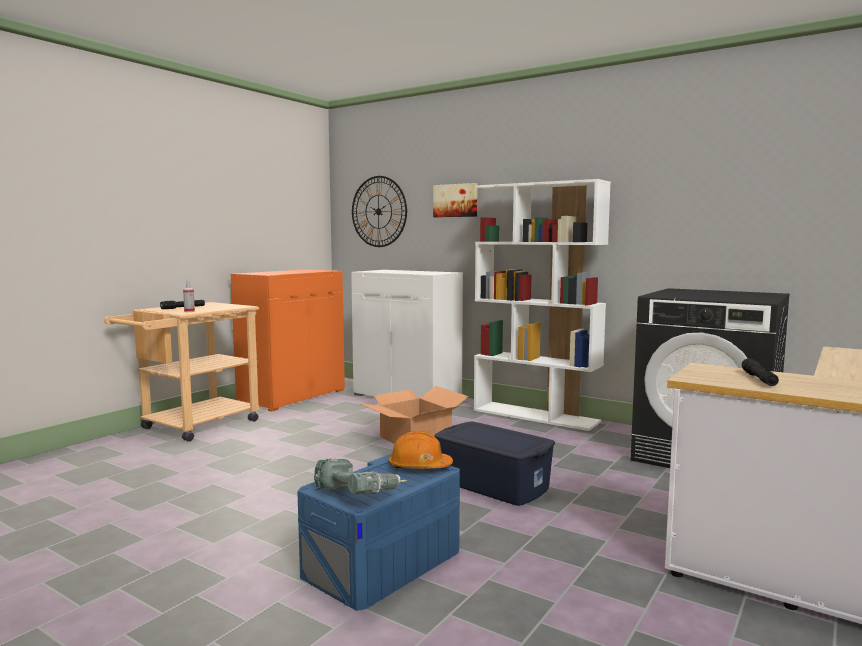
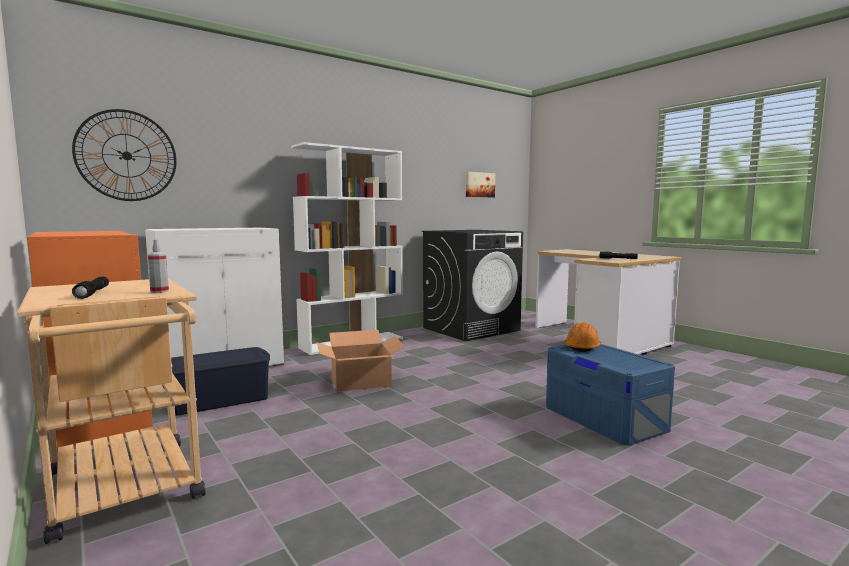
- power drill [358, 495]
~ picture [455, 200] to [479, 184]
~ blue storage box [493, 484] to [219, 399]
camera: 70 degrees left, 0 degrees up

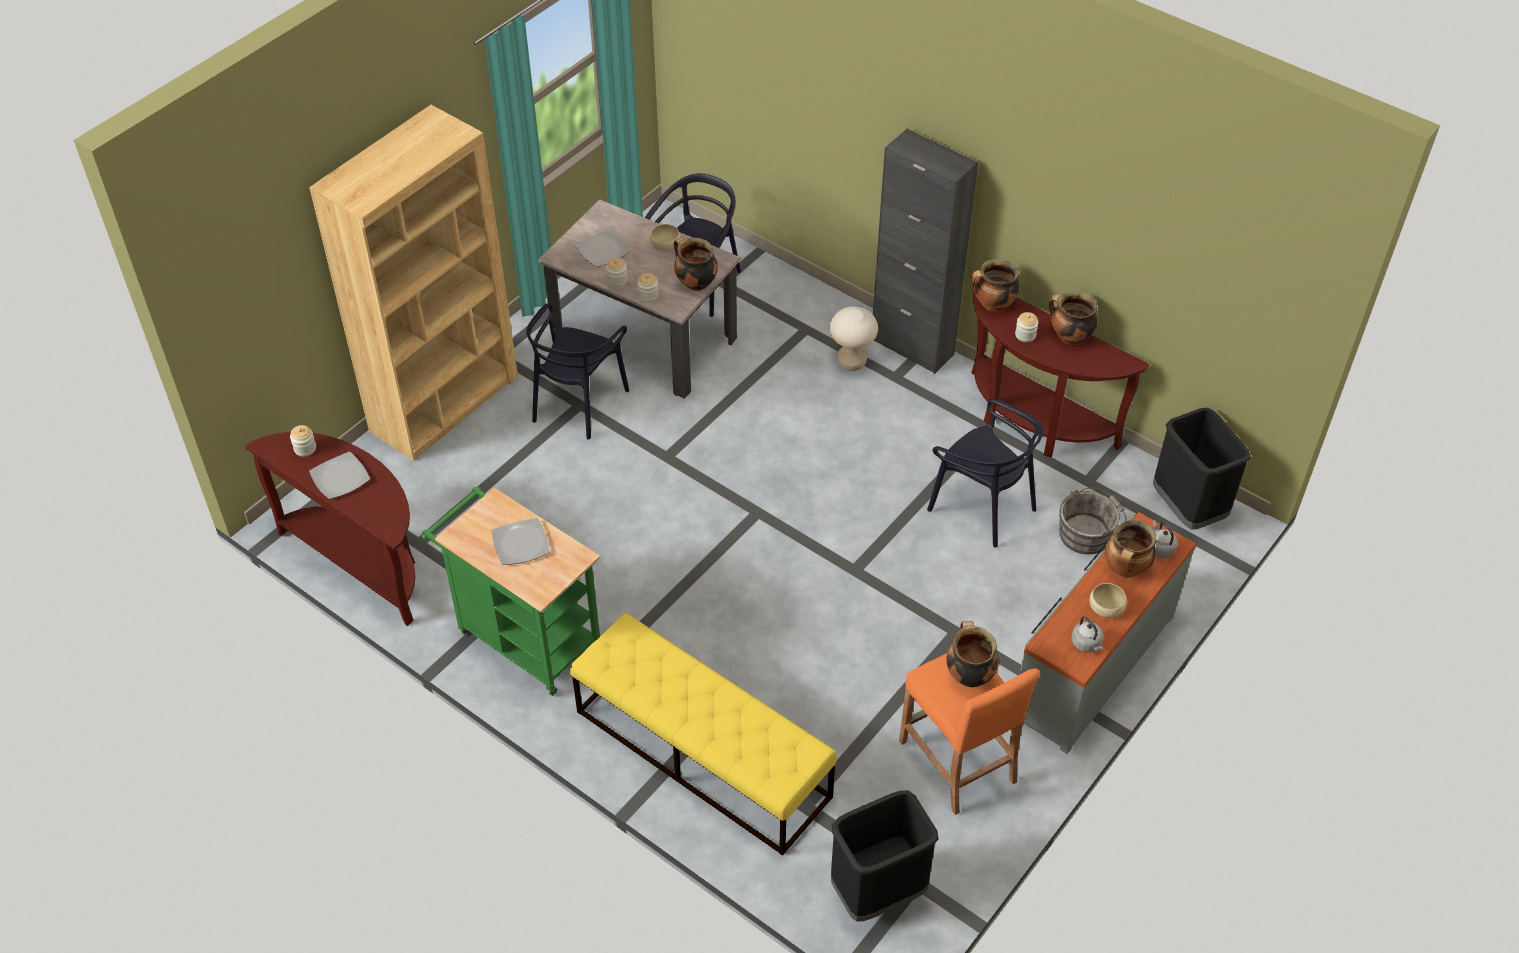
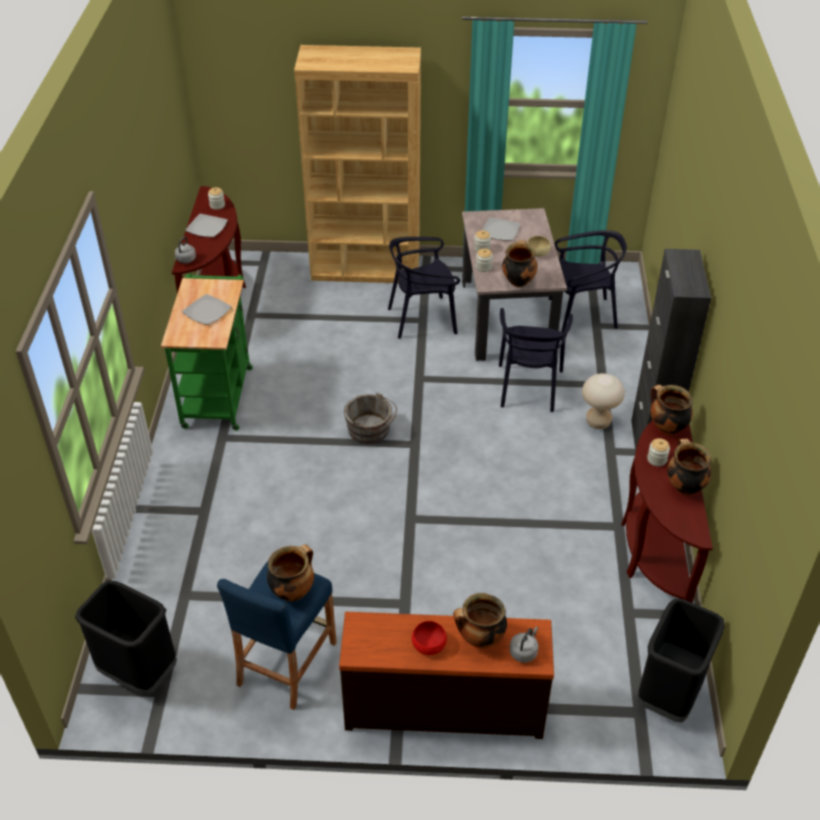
- yellow bench [701, 753]
~ black chair [982, 507] to [528, 387]
~ grey bucket [1088, 533] to [371, 430]
~ grey kettle [1087, 644] to [185, 260]
~ orange stool [957, 761] to blue stool [286, 663]
~ grey dresser [1091, 665] to brown dresser [444, 705]
~ beige bowl [1106, 607] to red bowl [429, 644]
camera: 55 degrees right, 5 degrees down

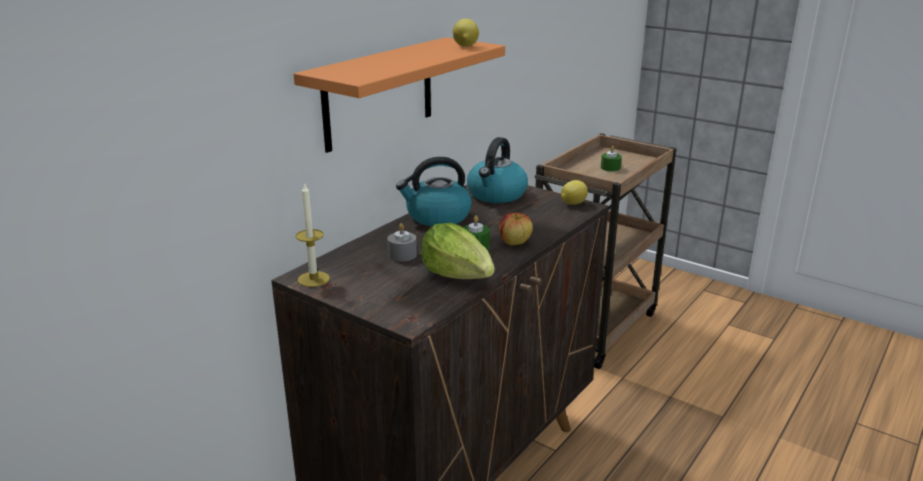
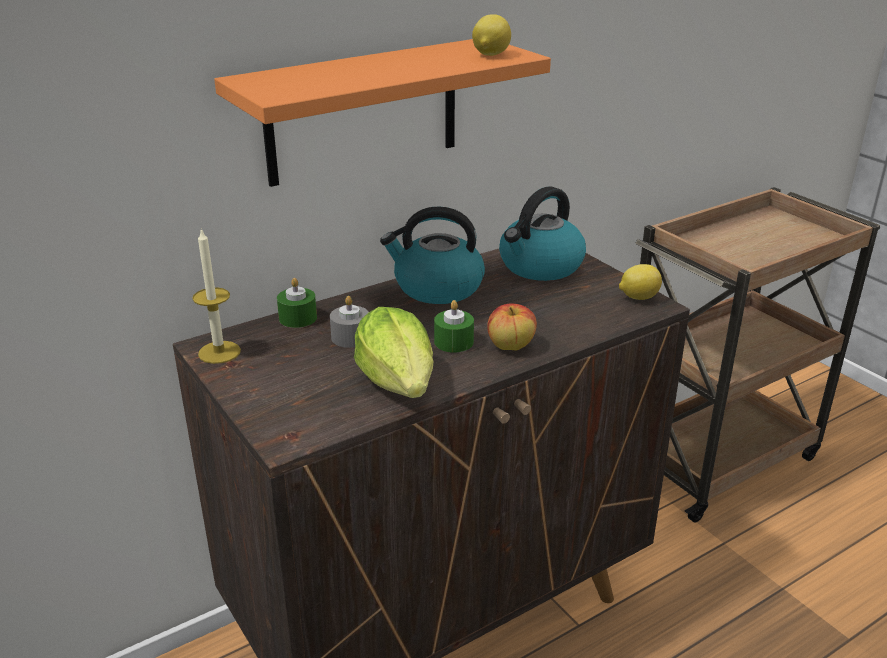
~ green candle [610, 168] to [298, 318]
camera: 20 degrees right, 5 degrees up

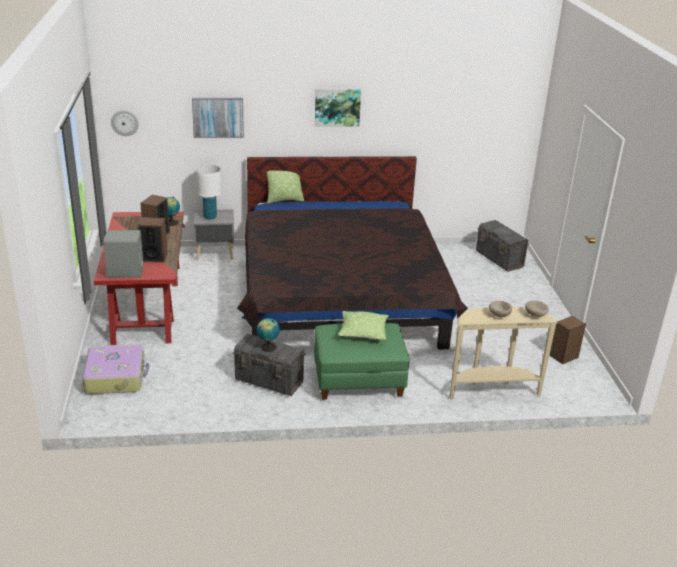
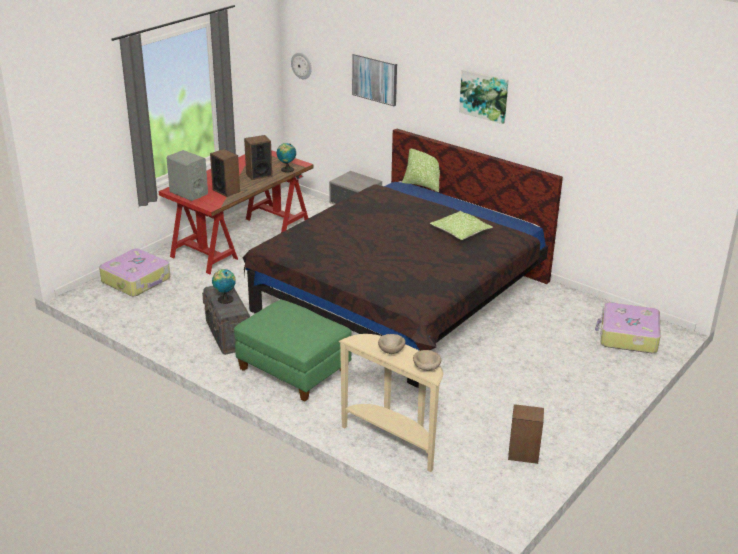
- white table lamp [210, 217]
~ pillow [363, 332] to [460, 232]
~ grey storage box [499, 259] to suitcase [627, 336]
camera: 45 degrees right, 0 degrees up

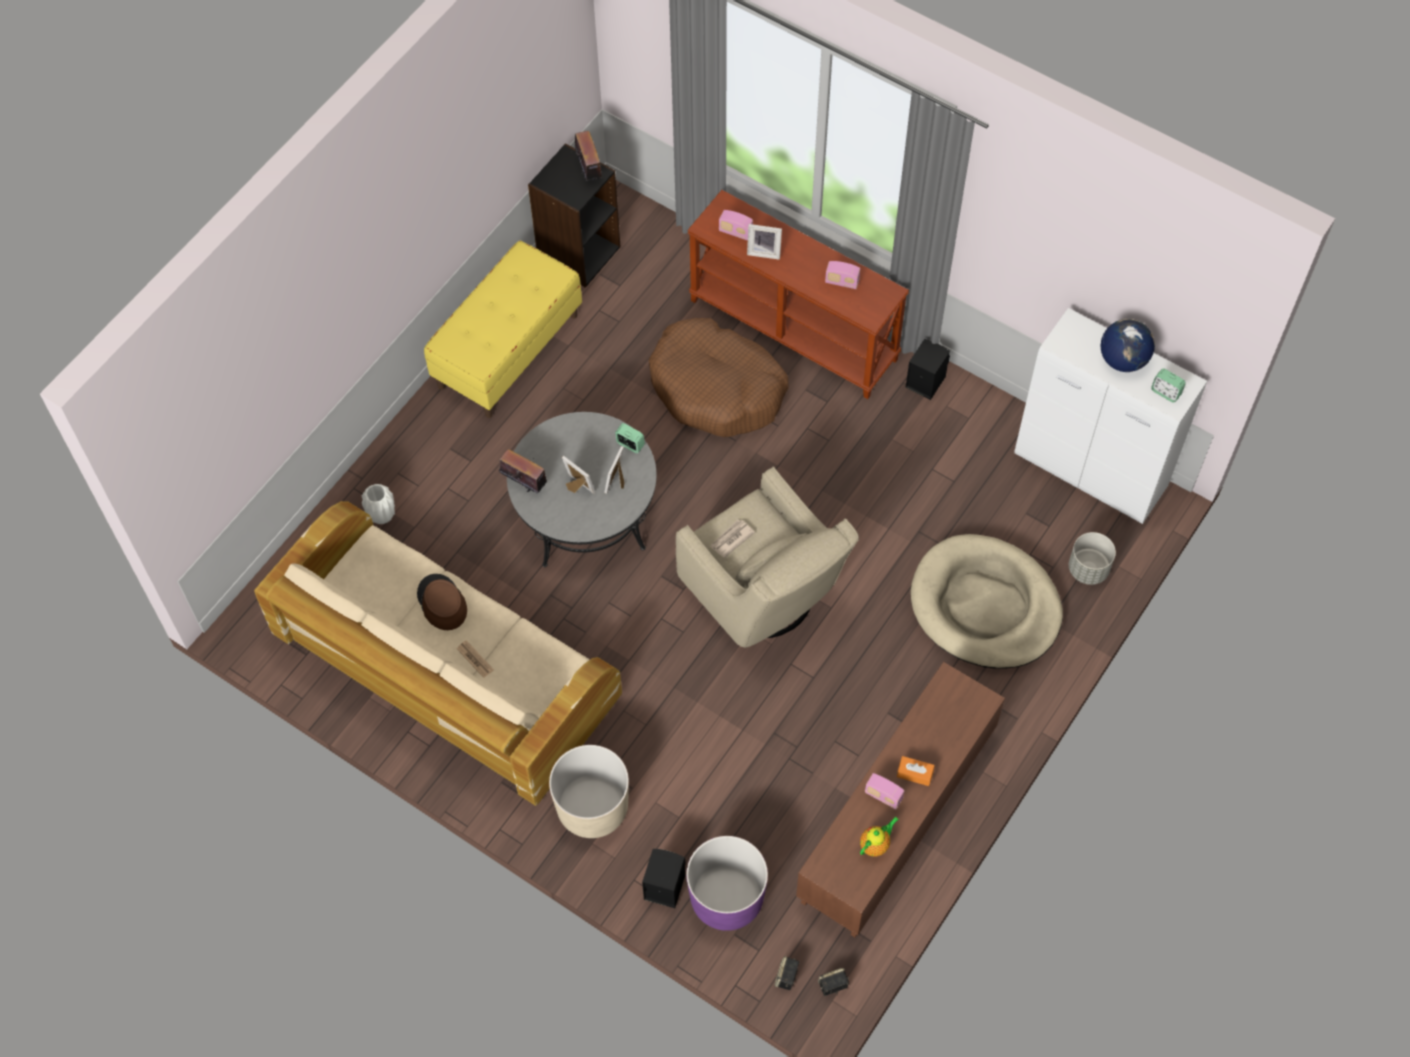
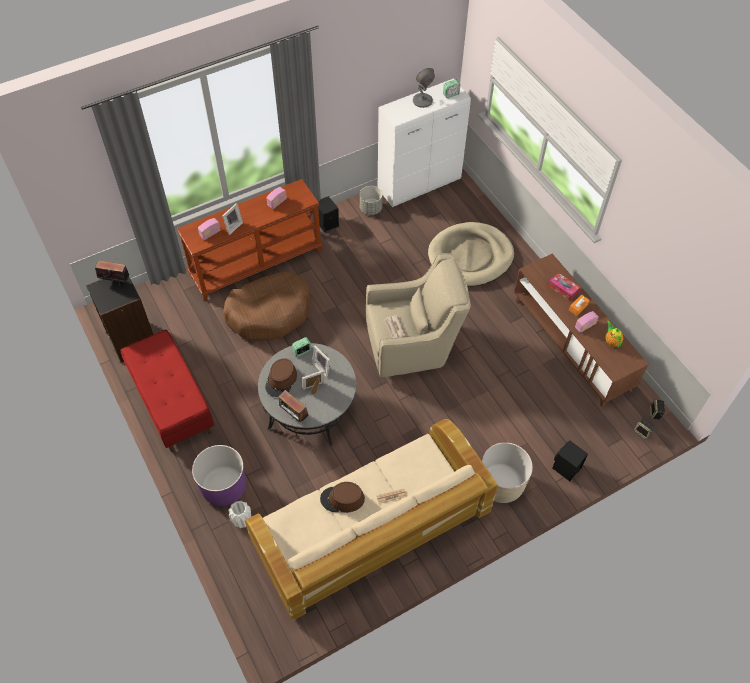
+ brown hat [281, 380]
+ tissue box [563, 289]
~ purple planter [726, 898] to [224, 487]
~ grey planter [1088, 569] to [370, 208]
~ globe [1123, 359] to grey table lamp [422, 100]
~ yellow bench [508, 350] to red bench [172, 403]
~ radio [524, 483] = [294, 415] 105 degrees counterclockwise
camera: 65 degrees left, 5 degrees down

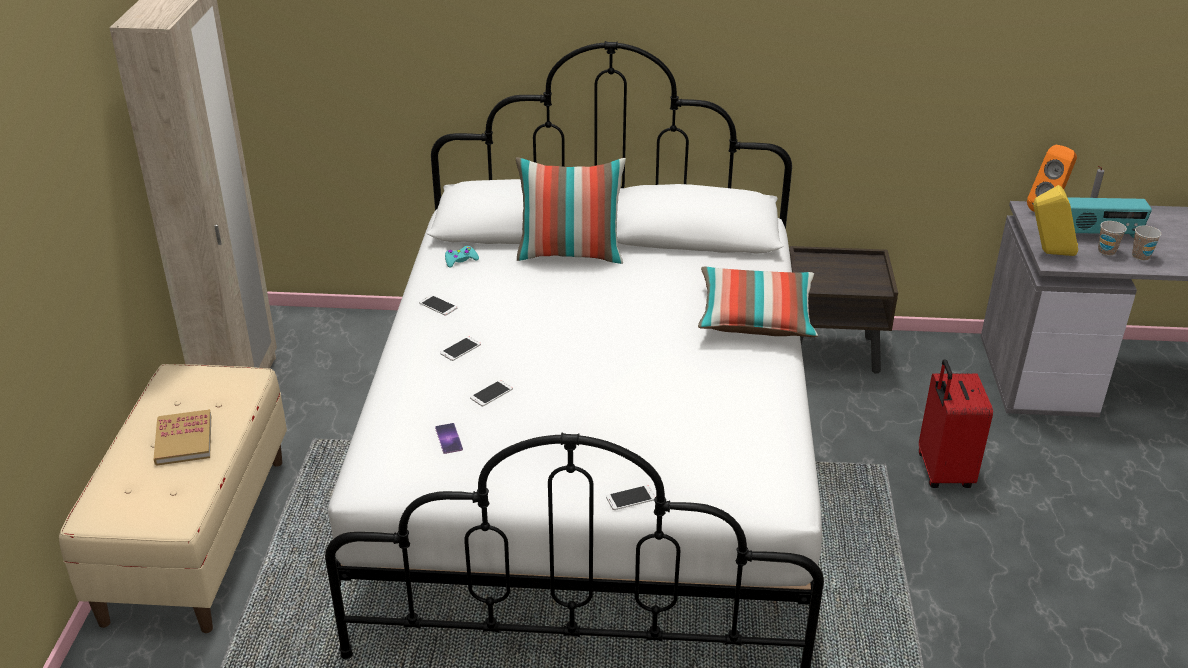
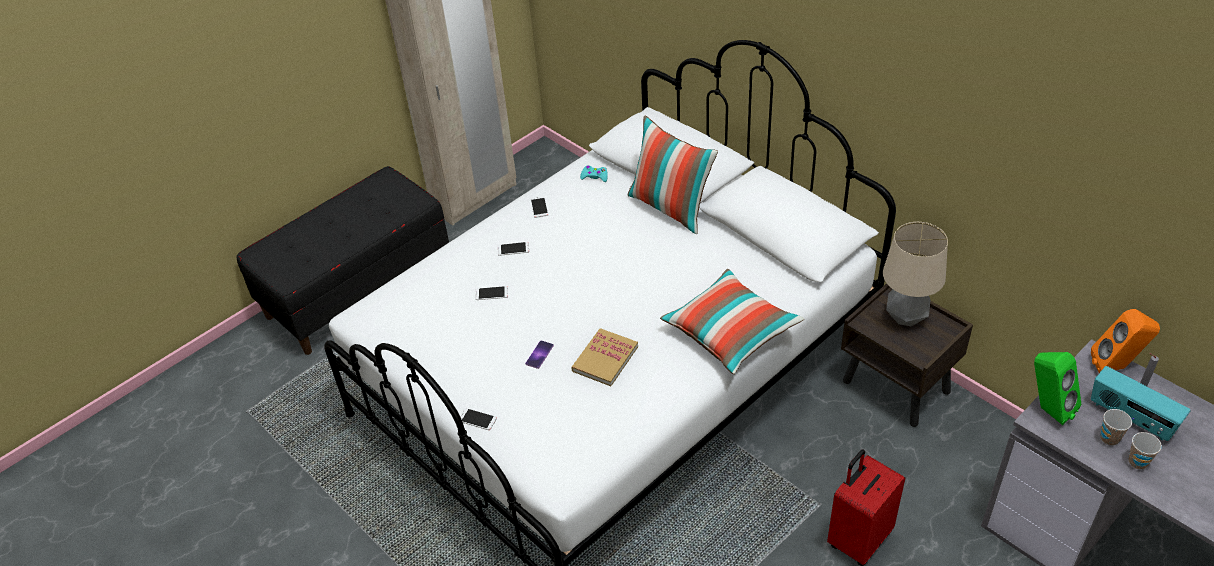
+ table lamp [905, 318]
~ book [184, 440] to [605, 359]
~ phone [448, 438] to [539, 354]
~ beige bench [196, 537] to black bench [358, 289]
~ yellow speaker [1048, 253] to green speaker [1047, 409]
camera: 45 degrees right, 10 degrees up

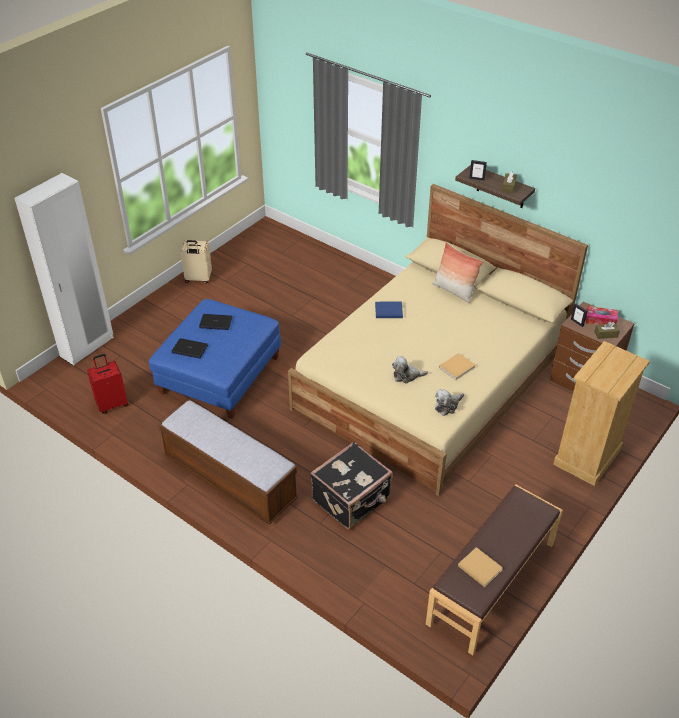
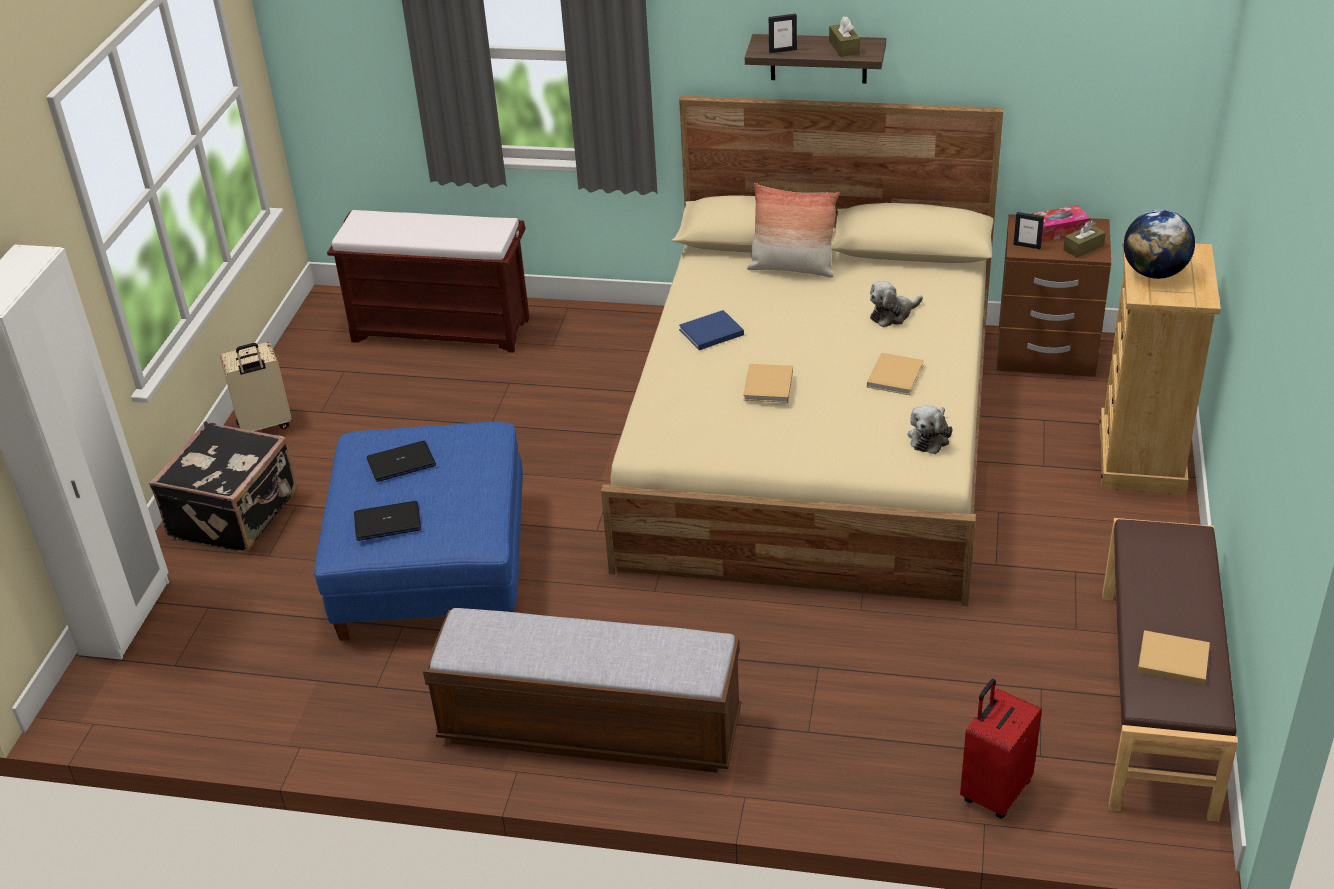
+ brown bench [442, 329]
+ beige book [768, 386]
+ globe [1154, 273]
~ red suitcase [112, 404] to [994, 791]
~ black suitcase [352, 499] to [236, 515]
~ plush toy [406, 376] to [892, 314]
camera: 25 degrees left, 5 degrees down

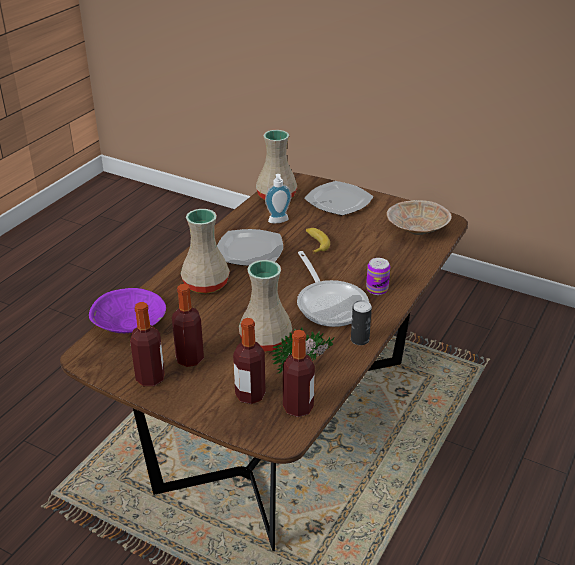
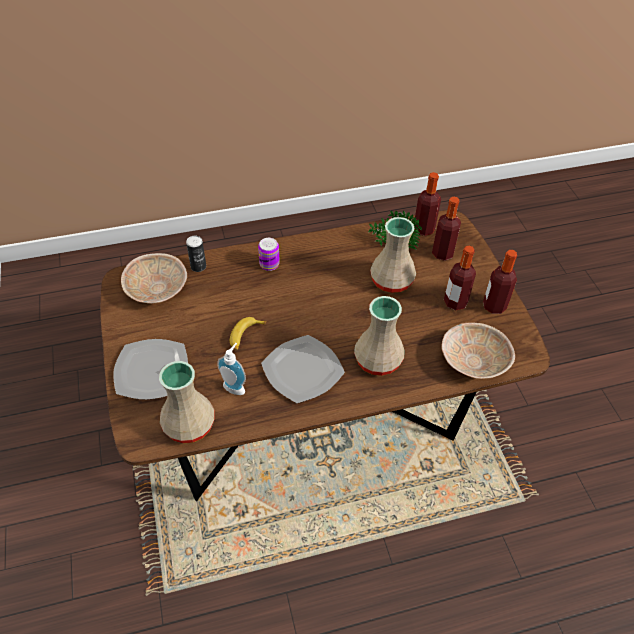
- frying pan [330, 303]
~ can [360, 339] to [198, 266]
~ purple bowl [131, 326] to beige bowl [473, 360]
camera: 135 degrees left, 15 degrees up

